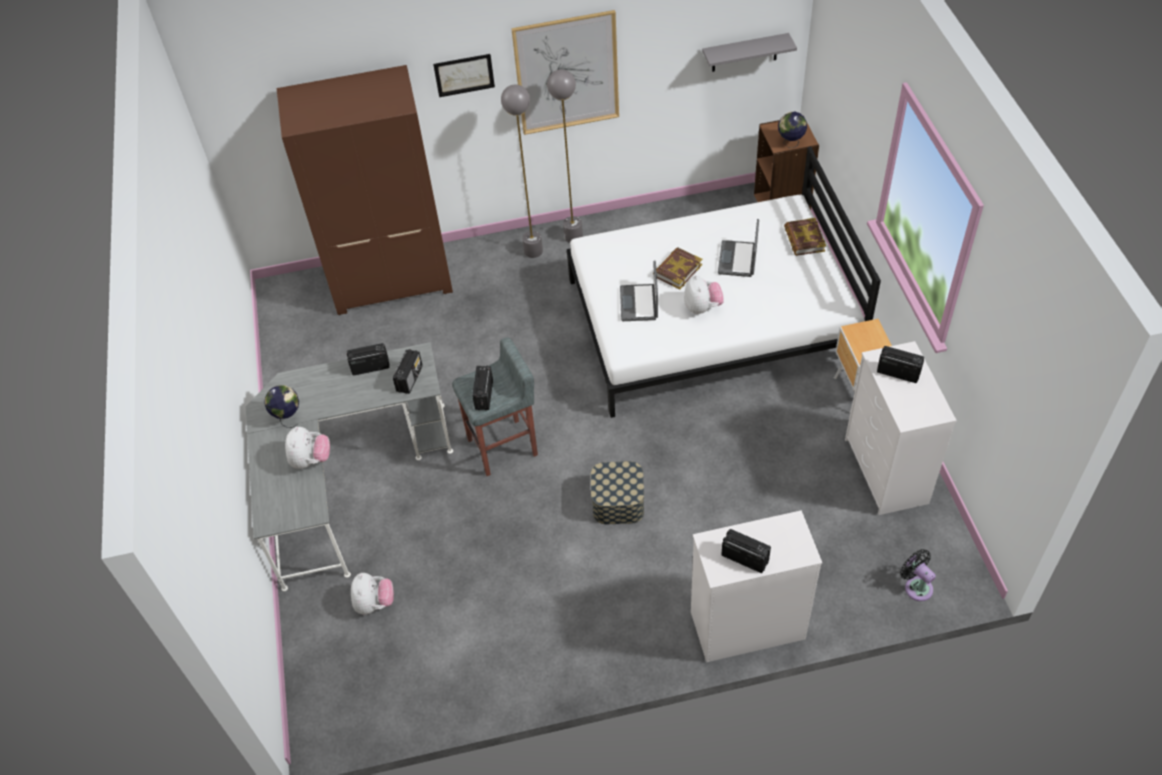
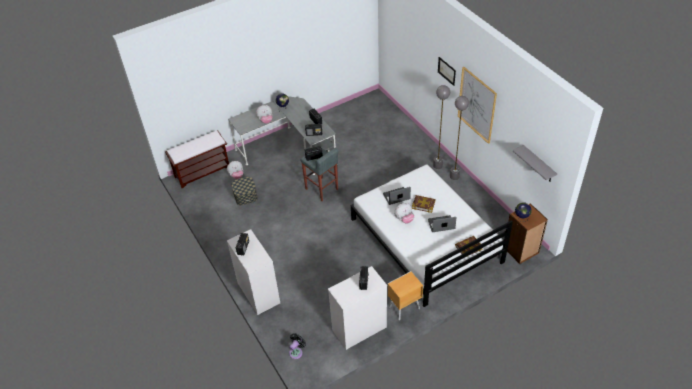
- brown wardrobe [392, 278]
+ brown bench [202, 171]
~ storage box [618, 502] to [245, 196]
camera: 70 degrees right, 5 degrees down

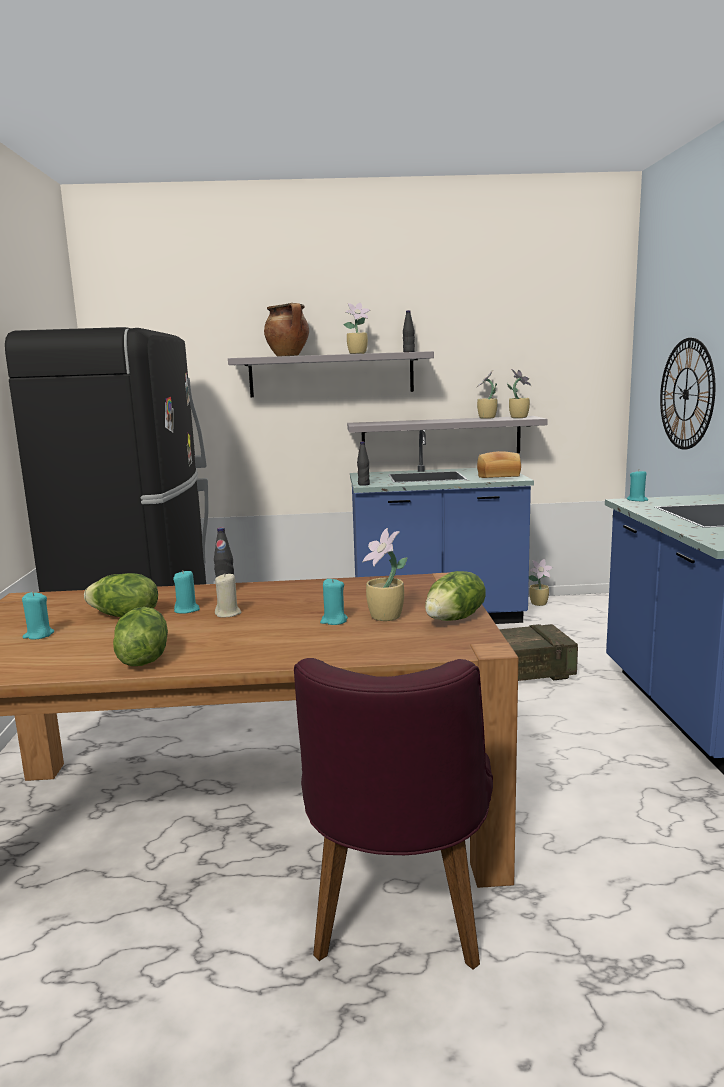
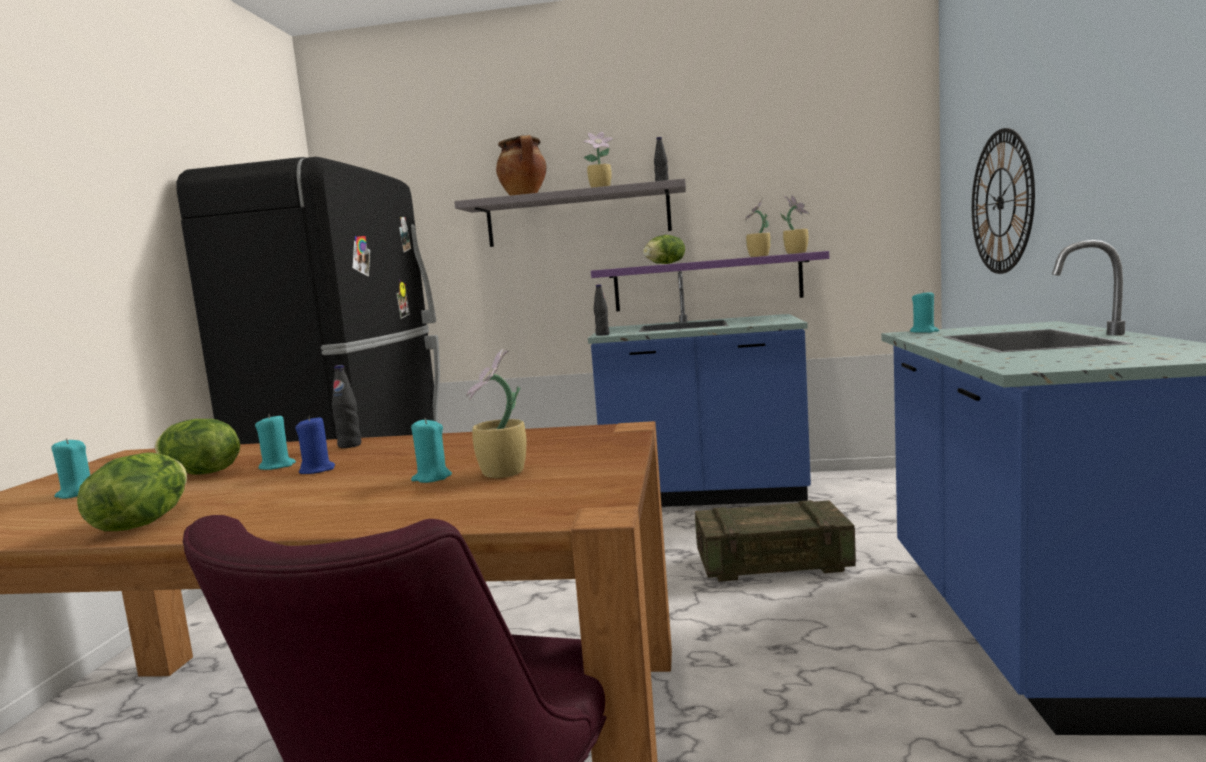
- bread [498, 476]
- potted plant [539, 604]
~ lettuce [455, 619] to [665, 264]
~ beige candle [228, 614] to blue candle [317, 470]
~ grey shelf [441, 437] to purple shelf [707, 283]
camera: 10 degrees right, 5 degrees down

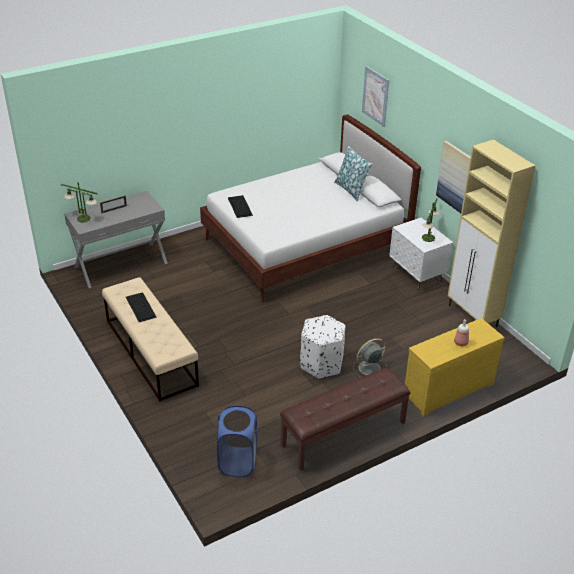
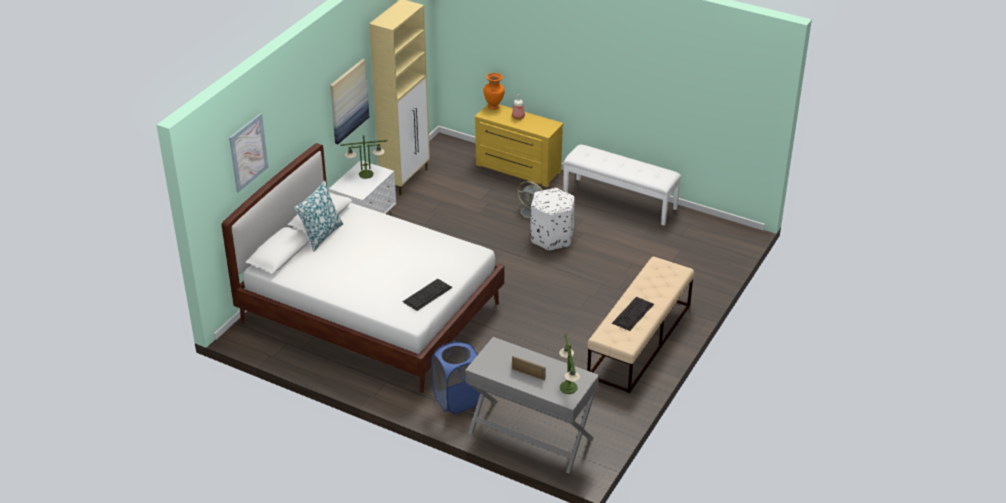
+ orange vase [494, 107]
~ blue laundry basket [238, 462] to [457, 399]
~ brown bench [344, 434] to white bench [620, 201]
camera: 120 degrees left, 0 degrees up

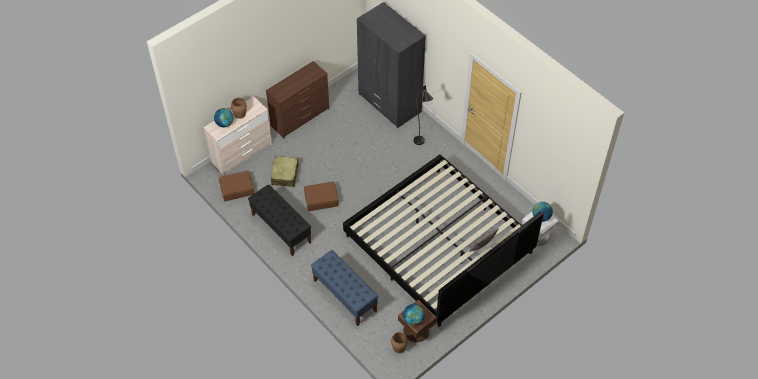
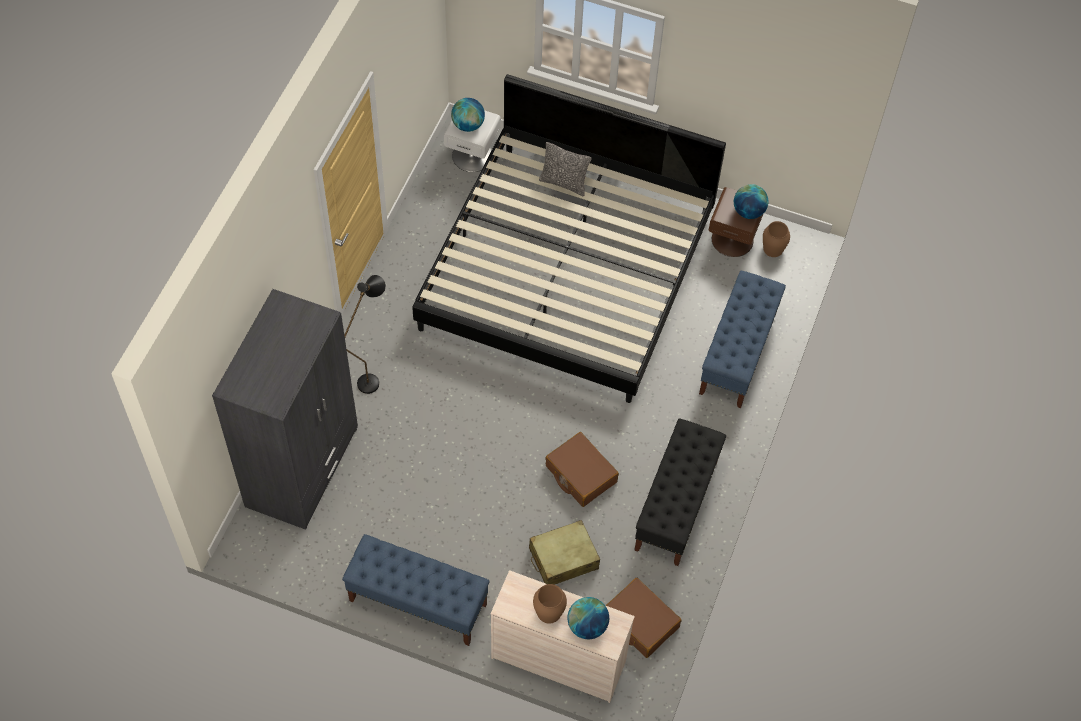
~ brown dresser [300, 118] to blue bench [417, 602]
camera: 120 degrees left, 5 degrees up

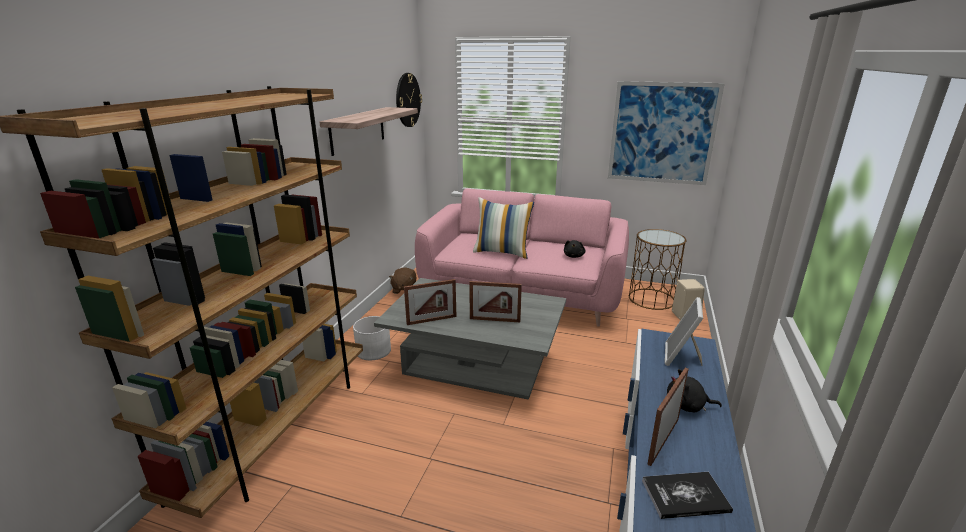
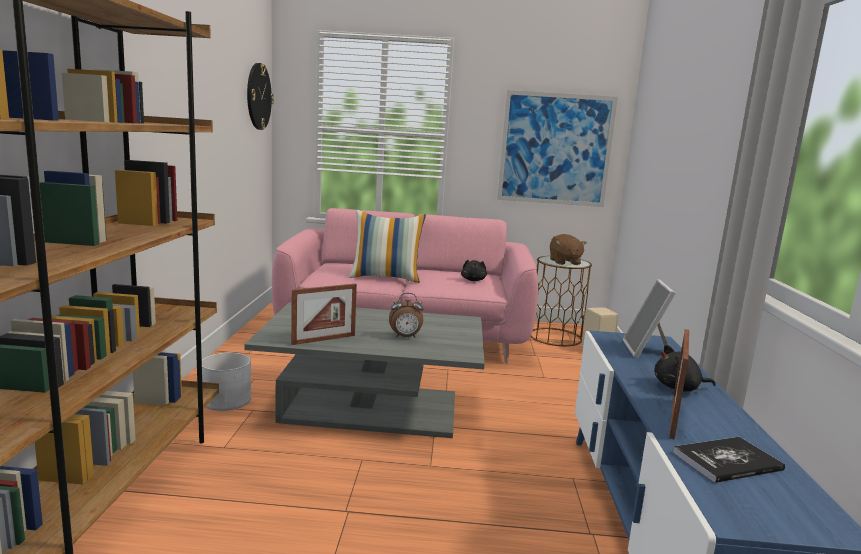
- shelf [358, 130]
~ brown plush toy [404, 290] to [564, 262]
~ picture frame [495, 320] to alarm clock [405, 337]
camera: 15 degrees left, 10 degrees down

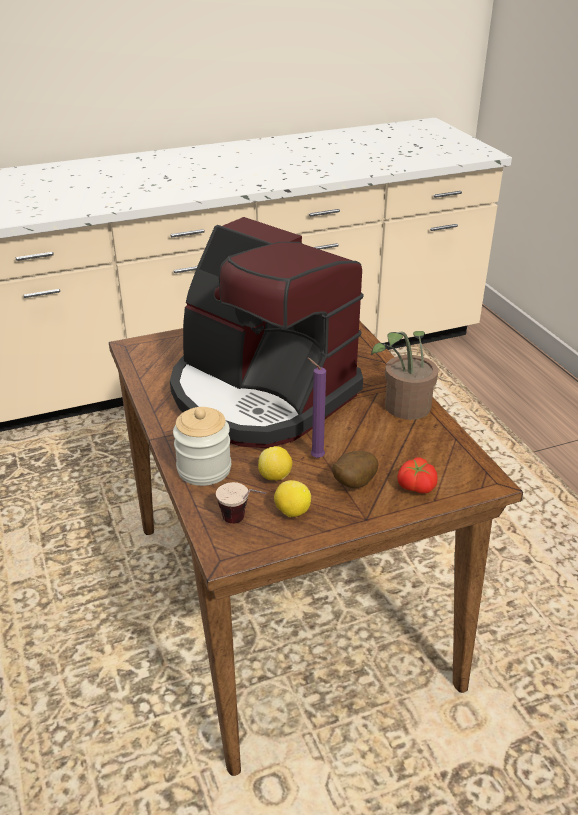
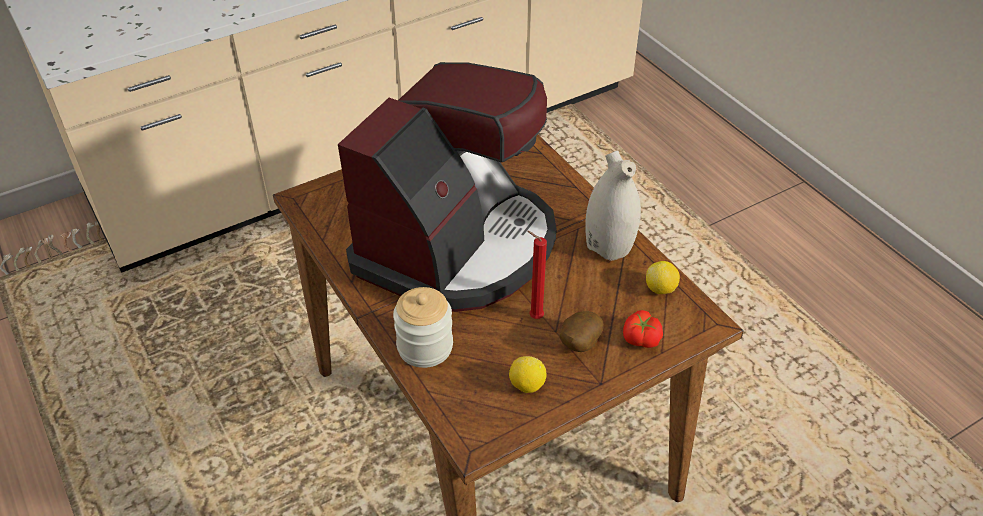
- cup [243, 522]
~ lemon [275, 477] to [660, 289]
~ potted plant [403, 409] to white vase [609, 246]
~ purple candle [315, 457] to red candle [533, 317]
~ coffee machine [260, 395] = [458, 246] 90 degrees counterclockwise
camera: 10 degrees left, 10 degrees up

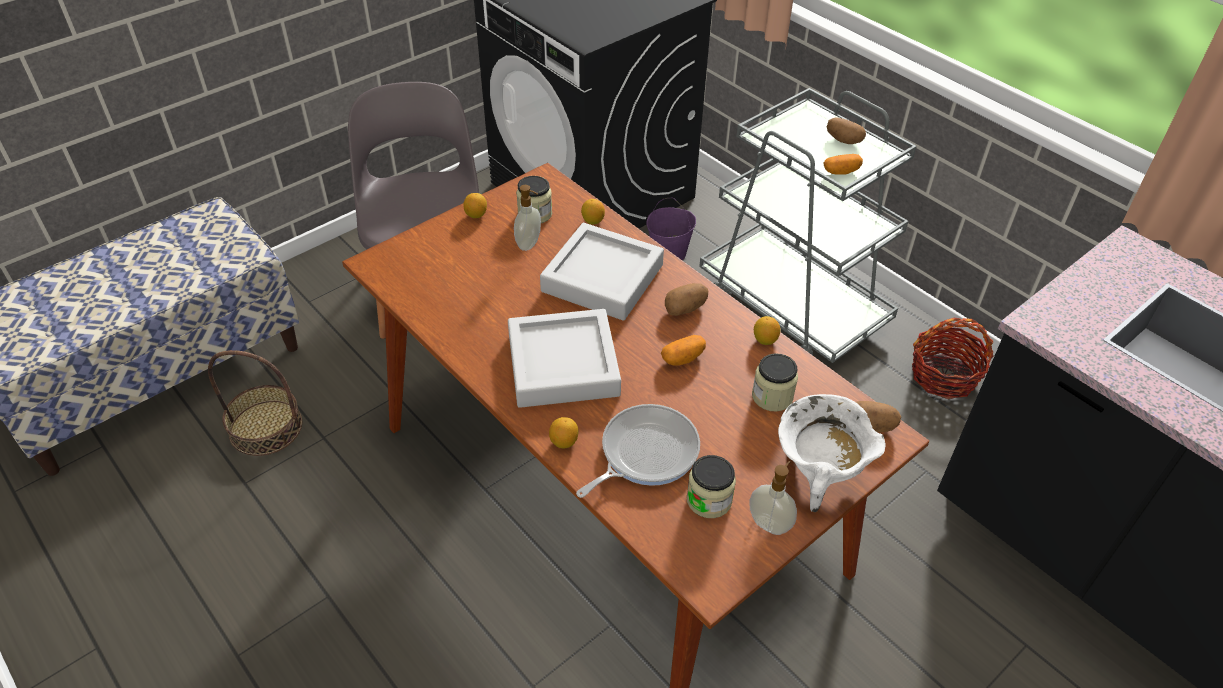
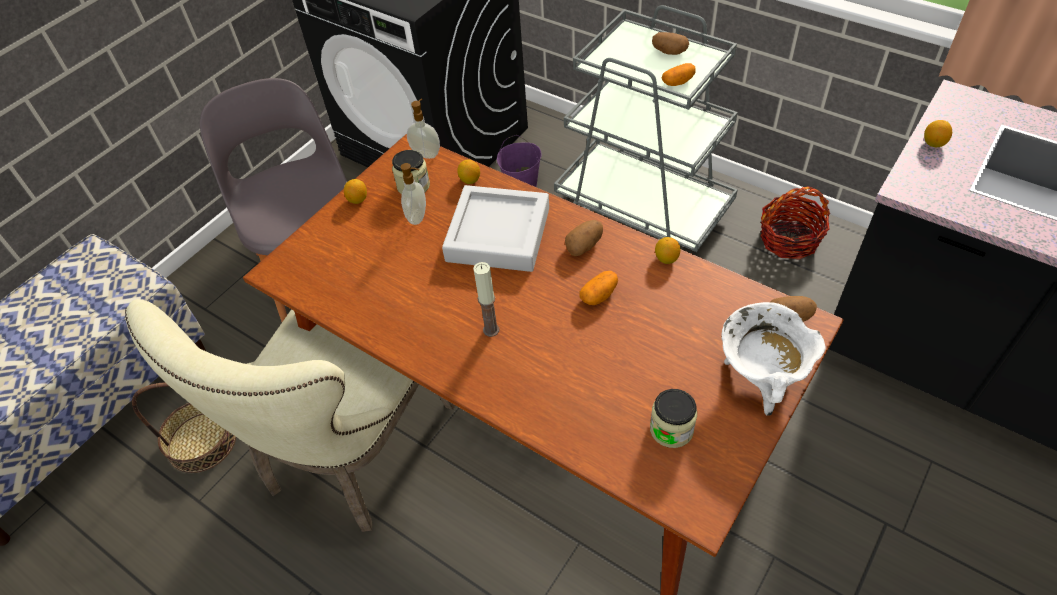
- frying pan [644, 453]
- jar [772, 396]
+ beige chair [352, 455]
~ lemon [564, 442] to [933, 143]
~ soap dispenser [770, 523] to [426, 153]
~ grey tray [563, 365] to candle [491, 330]
camera: 10 degrees left, 5 degrees up

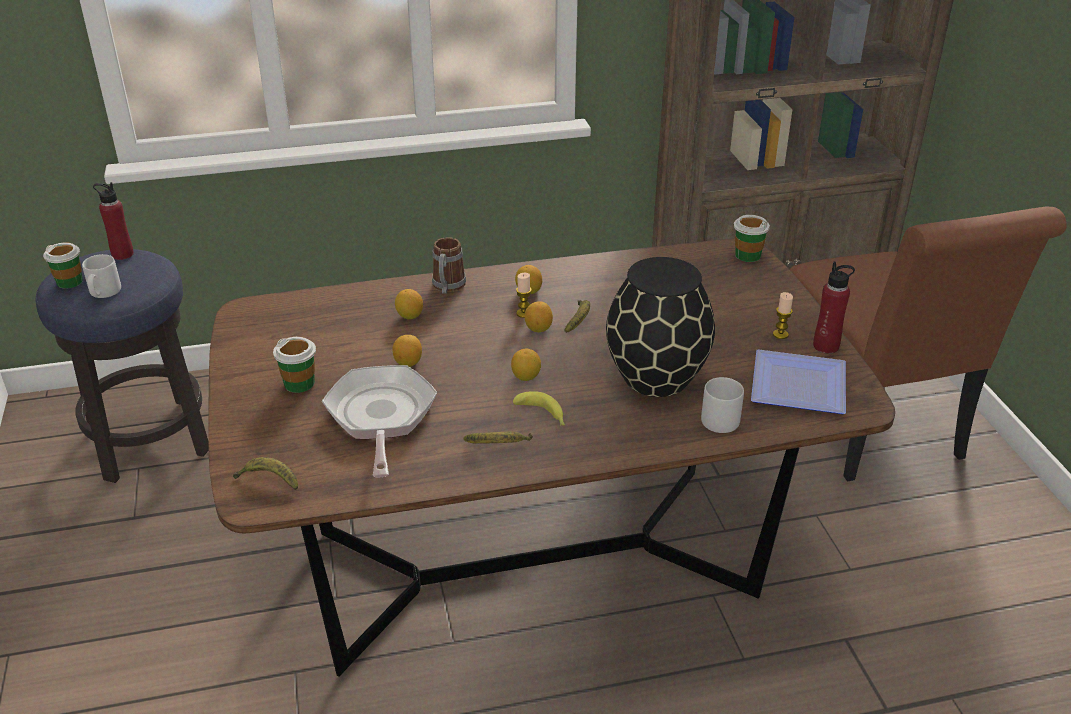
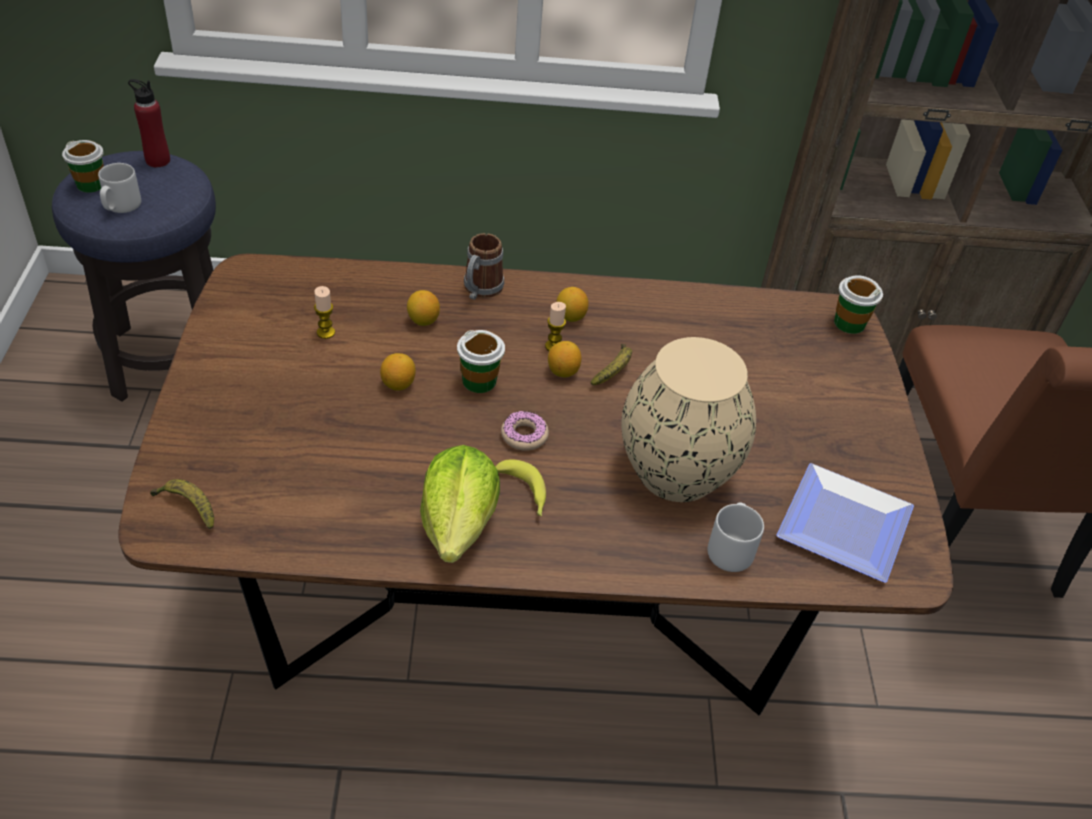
- frying pan [381, 417]
- red bottle [826, 346]
~ cup [299, 383] to [479, 381]
~ candle [780, 334] to [326, 332]
~ banana [499, 446] to lettuce [459, 524]
~ lemon [526, 377] to donut [524, 435]
~ black vase [657, 377] to beige vase [678, 472]
camera: 10 degrees right, 10 degrees up

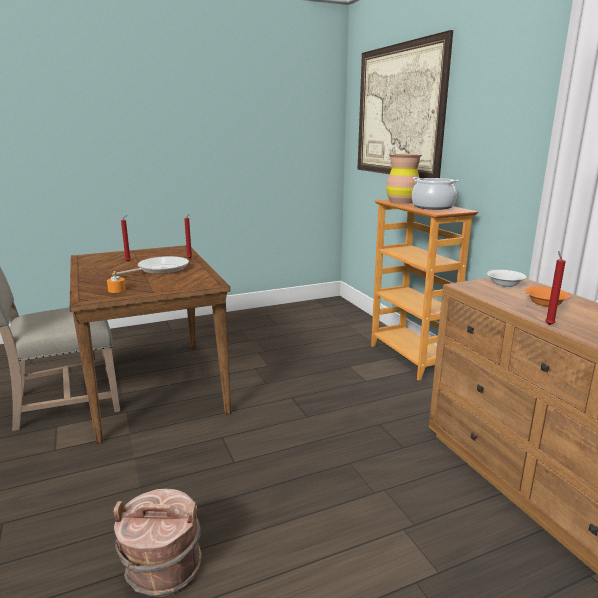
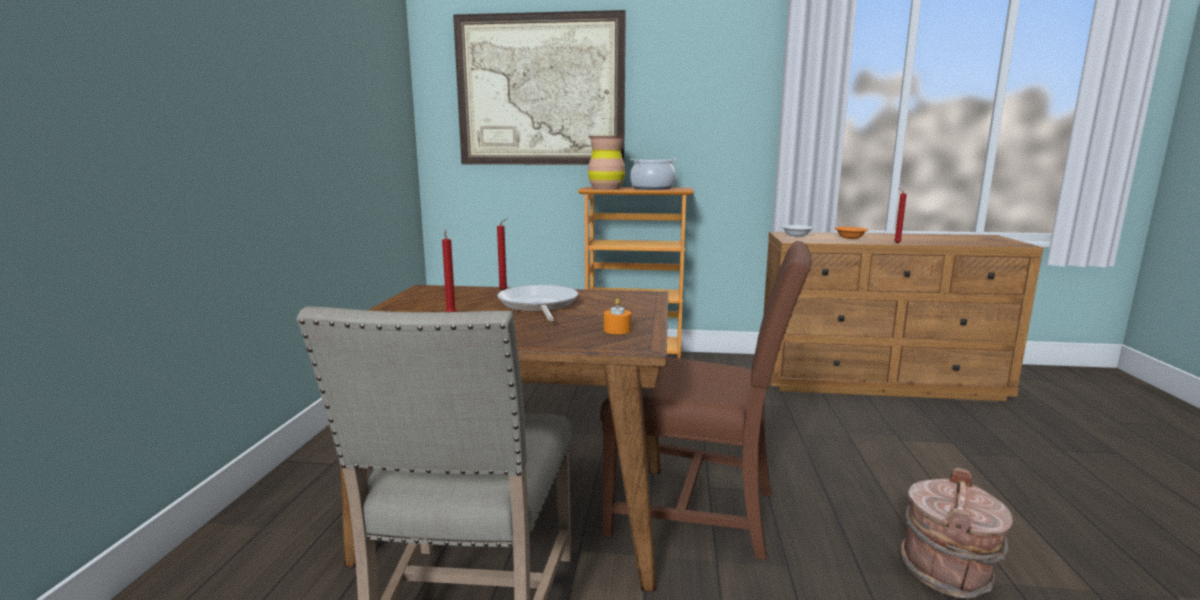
+ brown chair [698, 510]
camera: 60 degrees left, 5 degrees down

